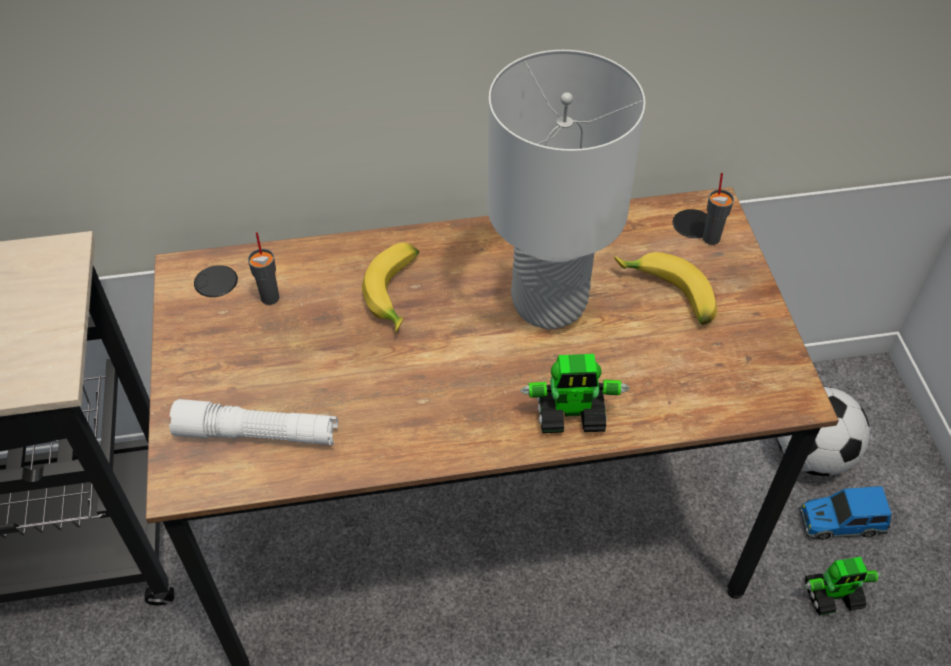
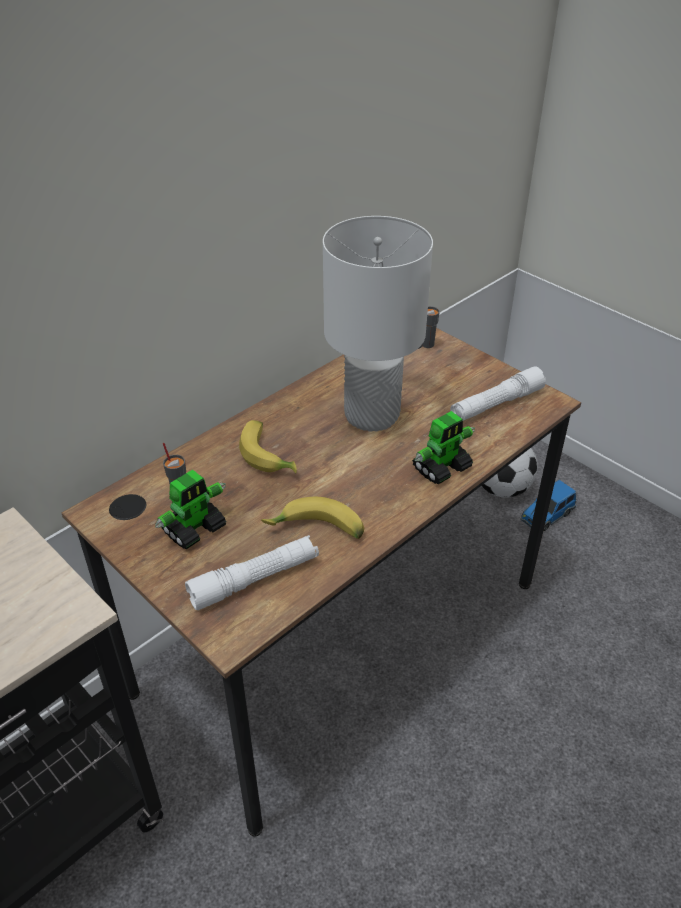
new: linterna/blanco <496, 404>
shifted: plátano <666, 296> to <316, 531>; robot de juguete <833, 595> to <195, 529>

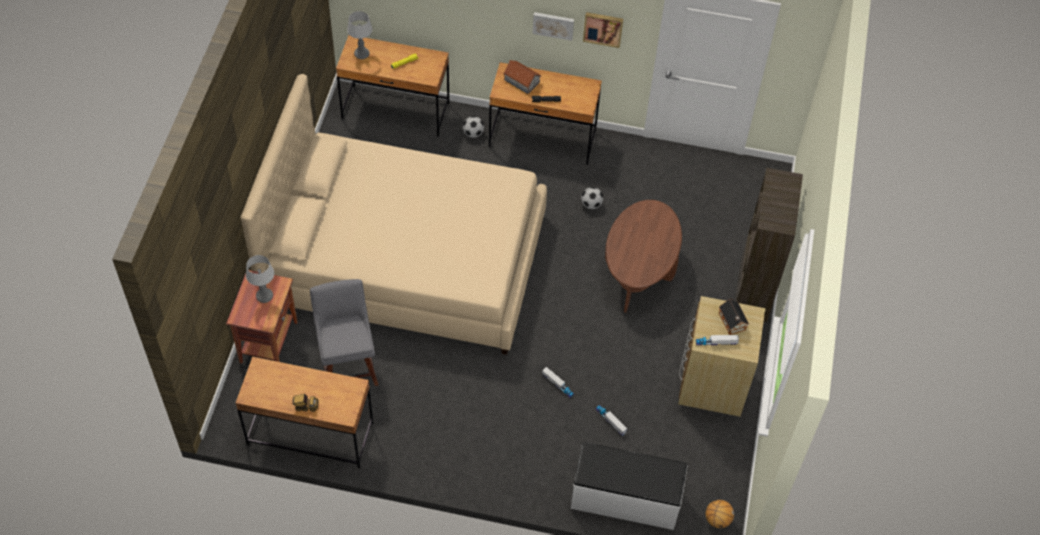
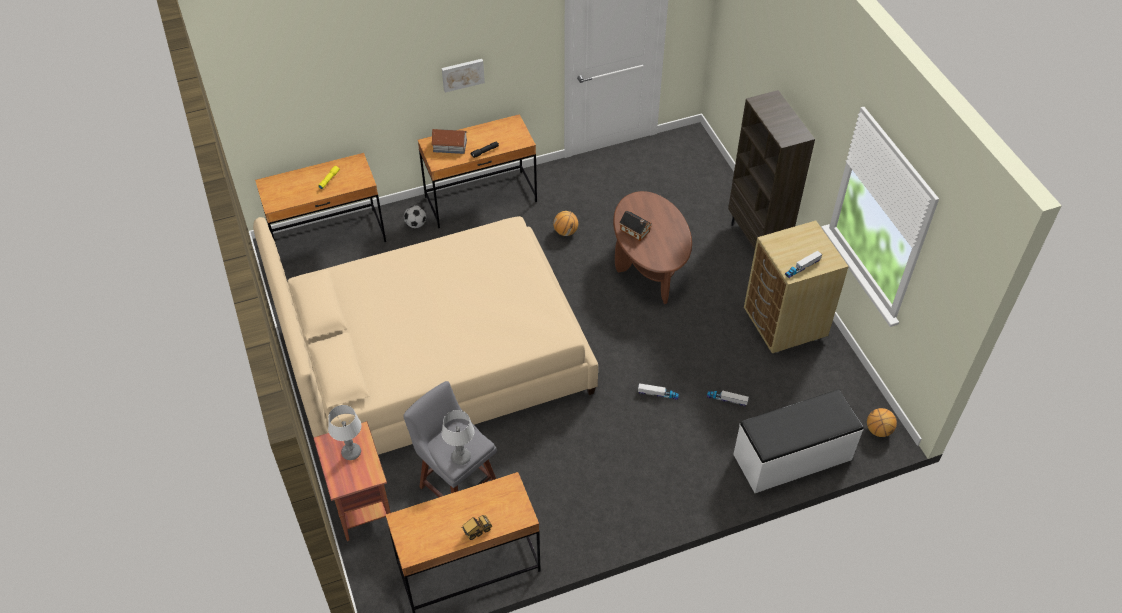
gone: cuadro <603, 28>
shifted: lámpara de mesa <361, 54> to <460, 457>; casita <732, 322> to <635, 231>
swapped: balón de fútbol <591, 204> to balón de baloncesto <566, 232>

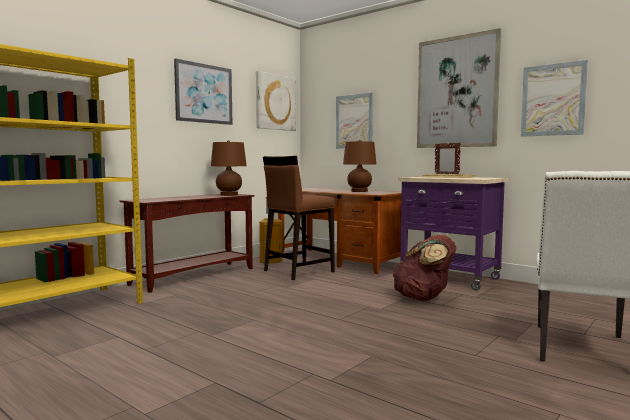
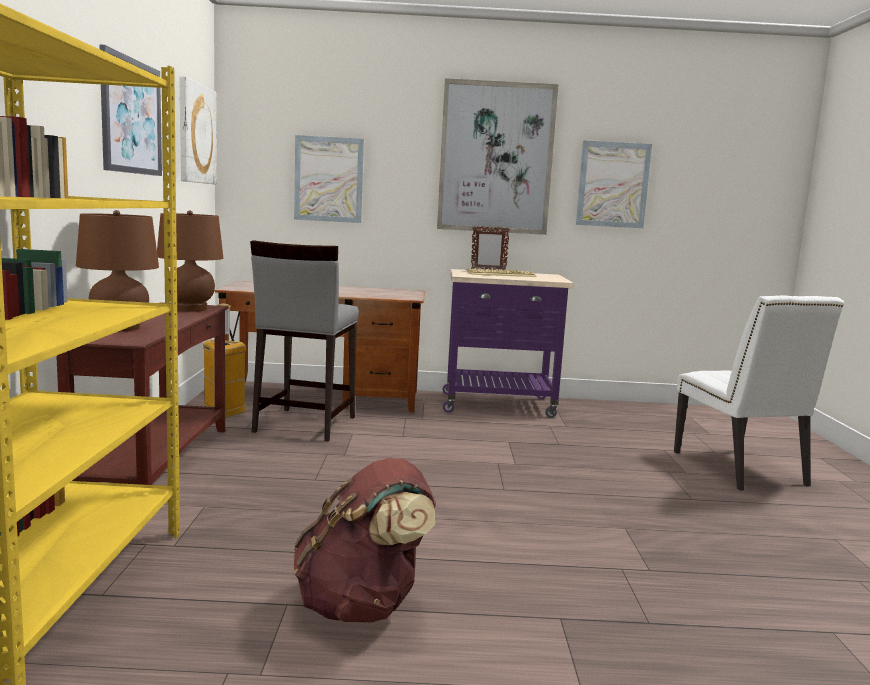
shifted: lámpara de mesa/marrón <359, 191> to <120, 328>; mochila/marrón <424, 298> to <363, 605>
repainted: taburete/marrón <298, 271> to taburete/gris <304, 424>

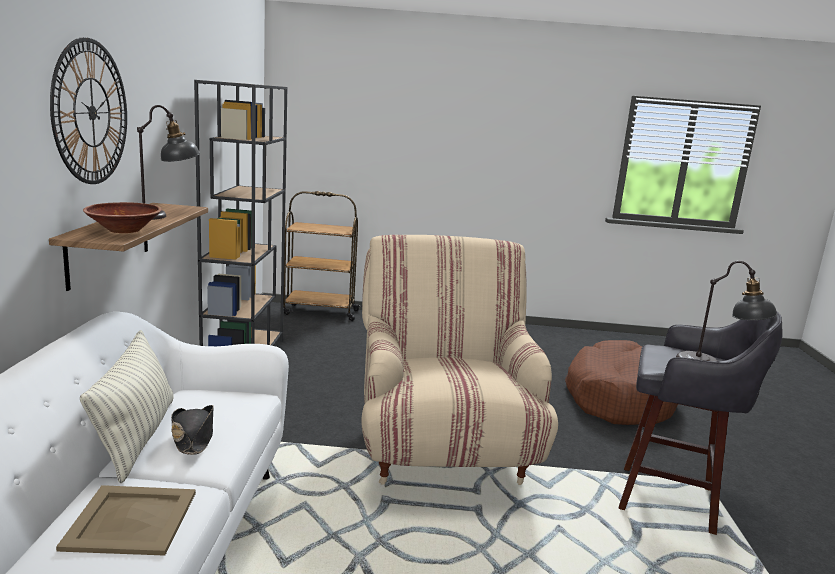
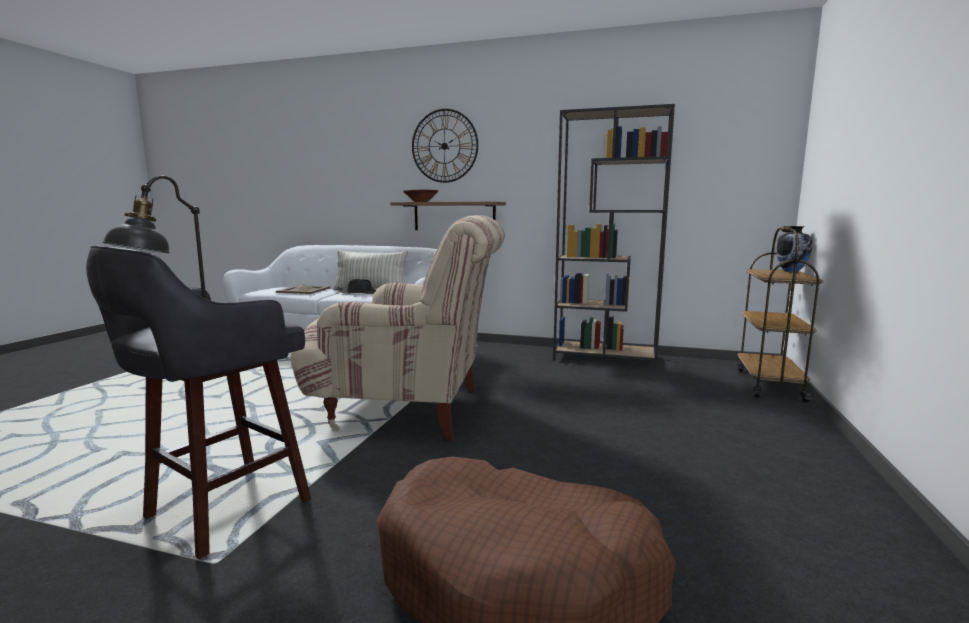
gone: lámpara de mesa/gris <161, 214>
new: florero <791, 271>

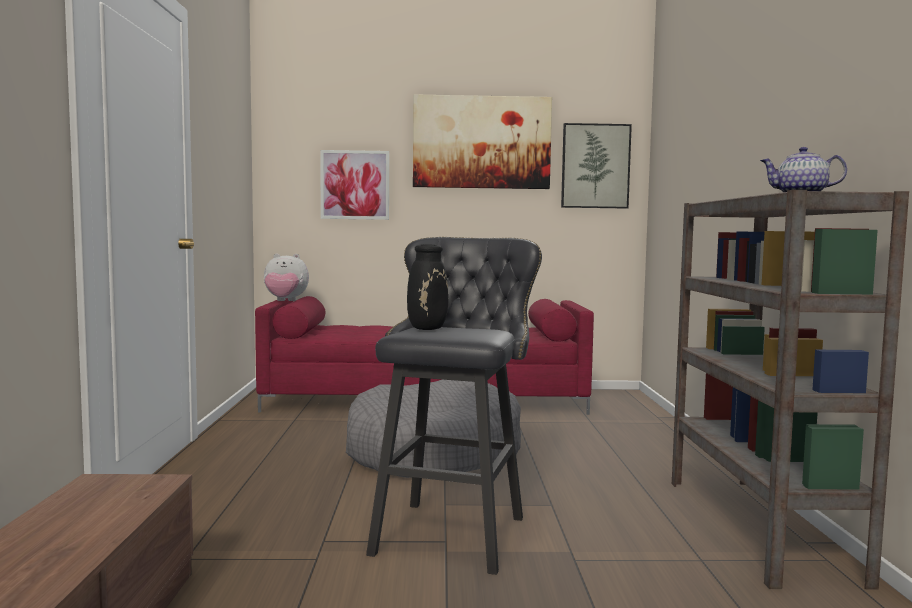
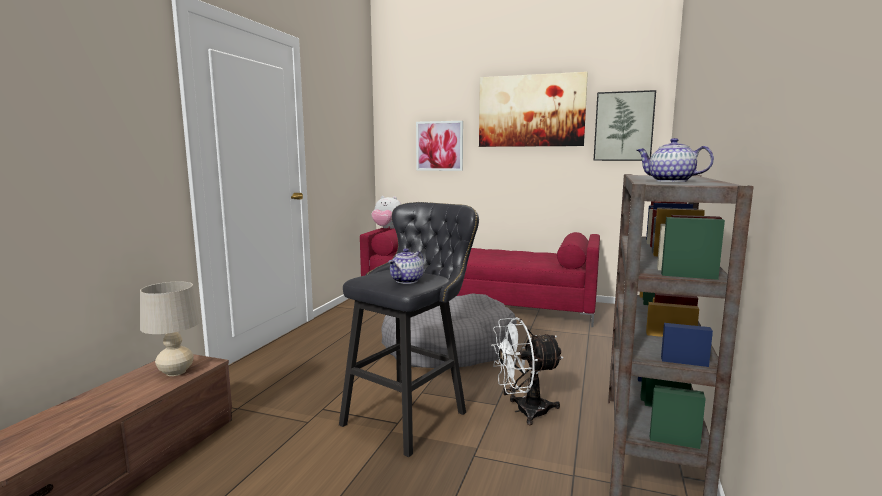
gone: florero/negro <428, 328>
new: lámpara de mesa/beis <176, 372>; tetera <407, 281>; ventilador/blanco <524, 411>

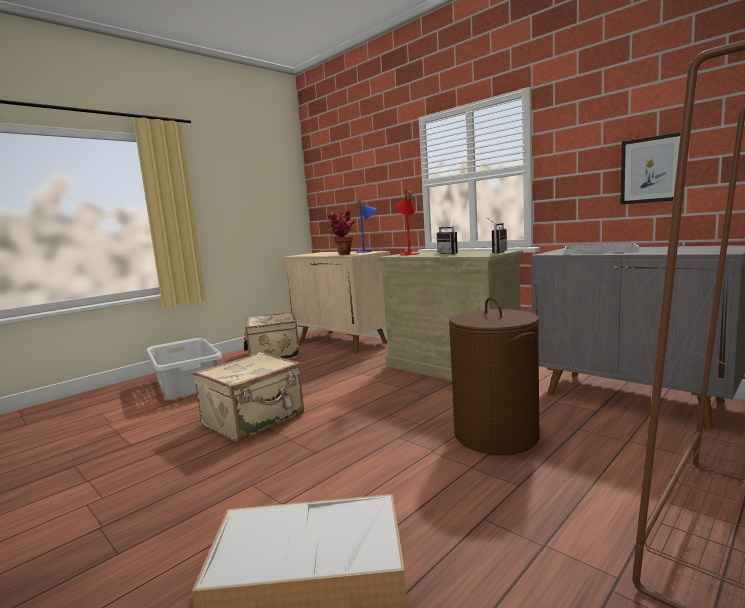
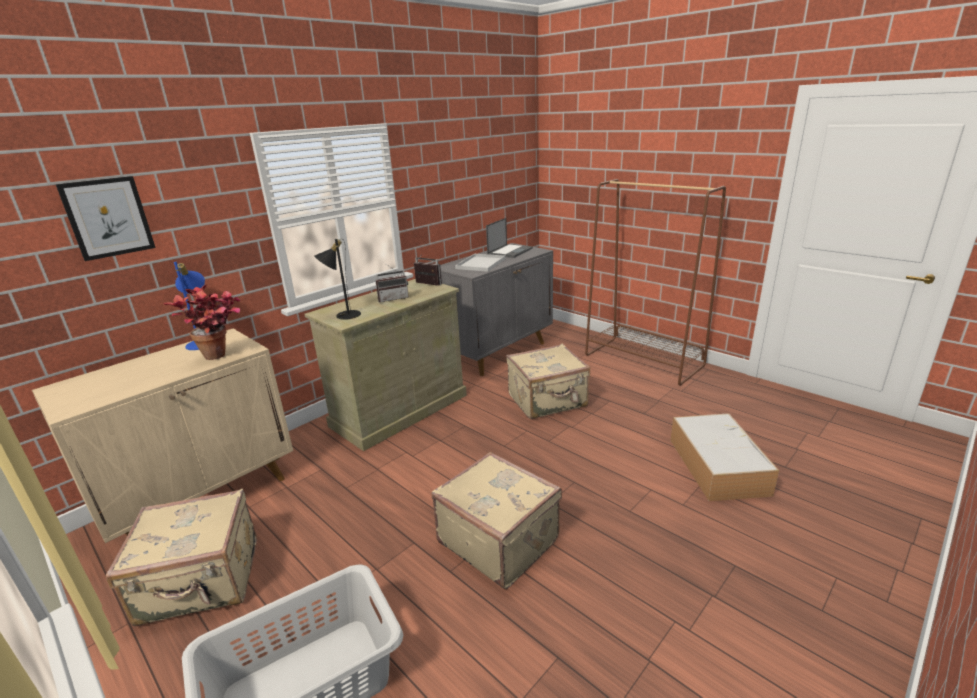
new: portátil <510, 251>
shifted: cuadro <652, 170> to <108, 218>
swapped: cesto de la ropa/marrón <496, 435> to maleta/beis <548, 401>
repainted: lámpara de mesa/rojo <409, 254> to lámpara de mesa/negro <343, 315>

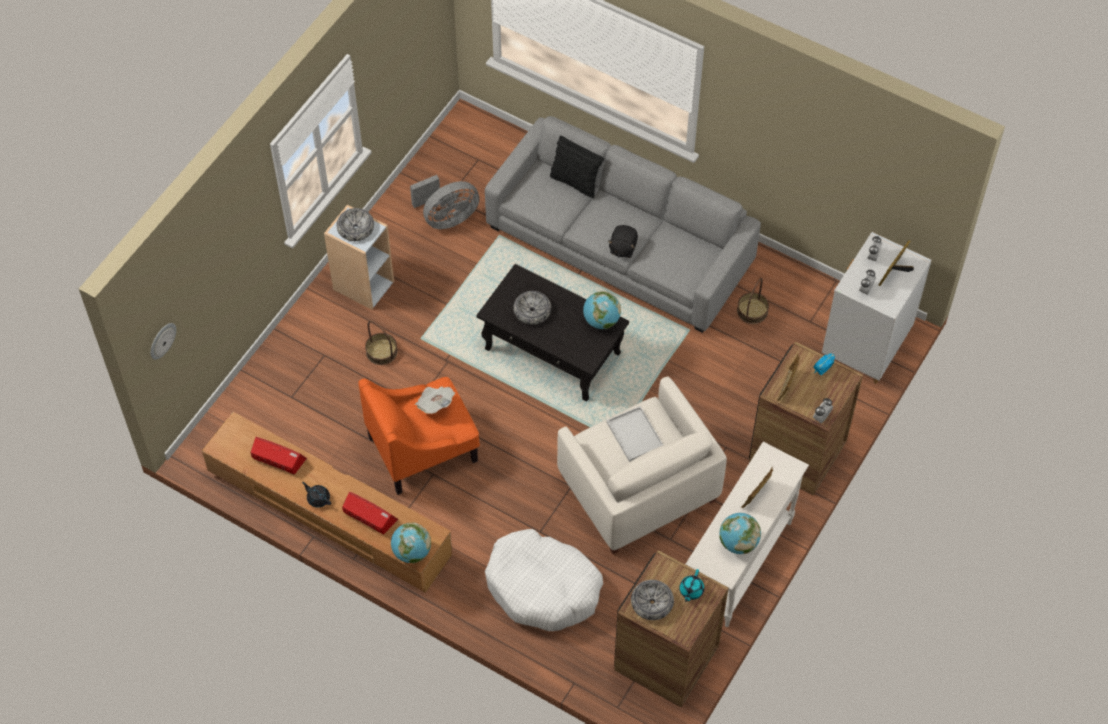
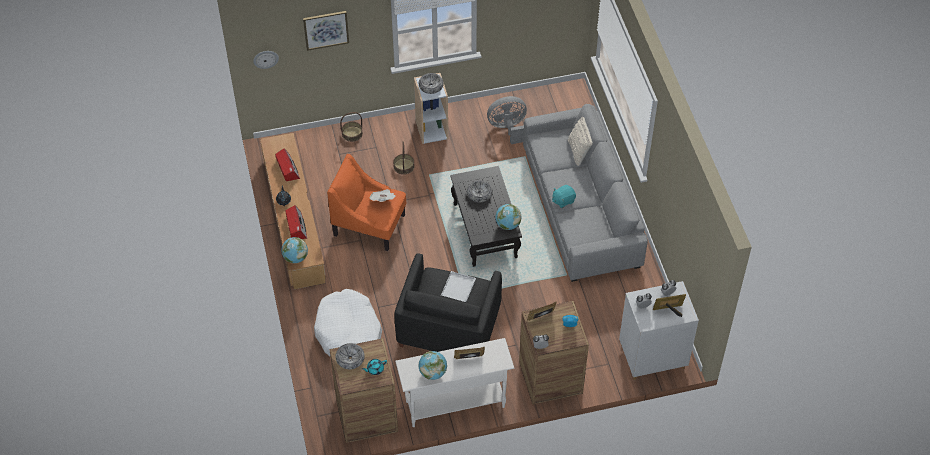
new: cuadro <326, 30>
shifted: cesta <752, 311> to <352, 133>
repainted: cojín/negro <576, 182> to cojín/beis <579, 152>; sillón/blanco <638, 487> to sillón/negro <449, 327>; peluche/negro <622, 248> to peluche/turquesa <563, 200>
rotated: ventilador/gris <447, 218> = <509, 129> 150 degrees clockwise

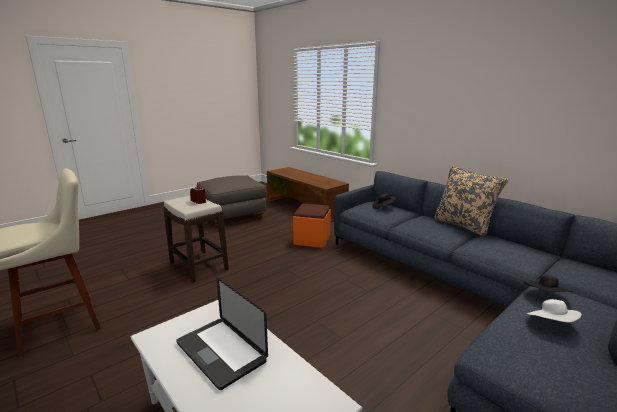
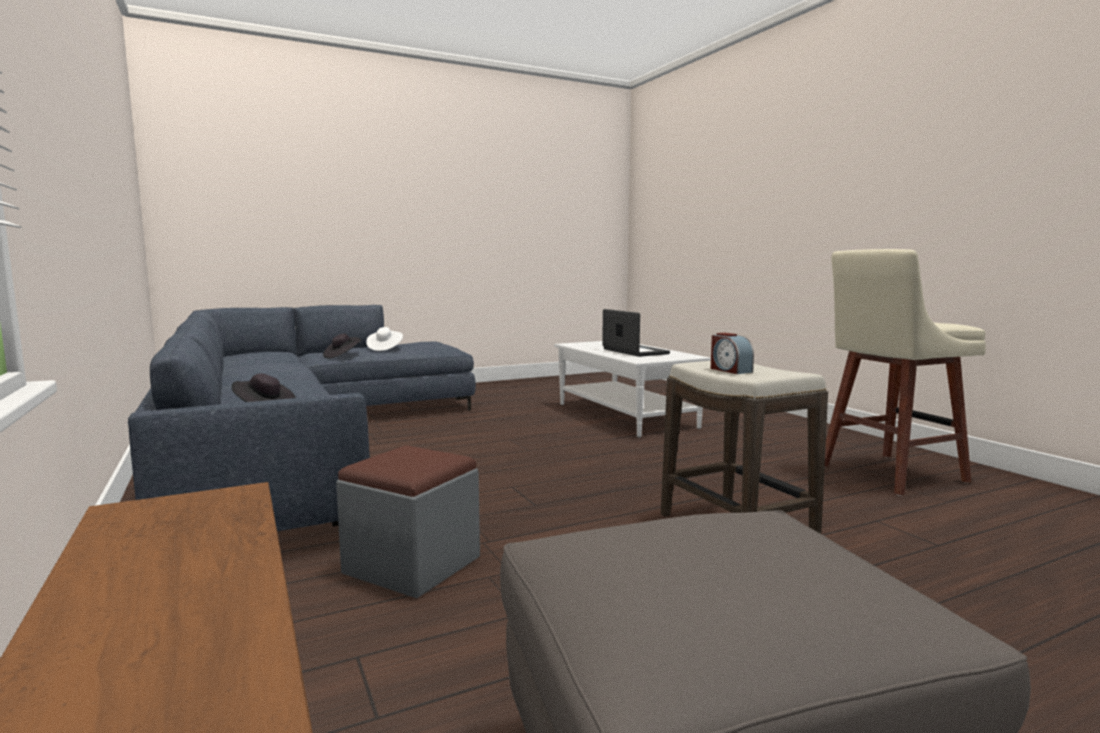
gone: cojín/gris <463, 227>
repainted: puf/naranja <312, 240> to puf/gris <412, 565>

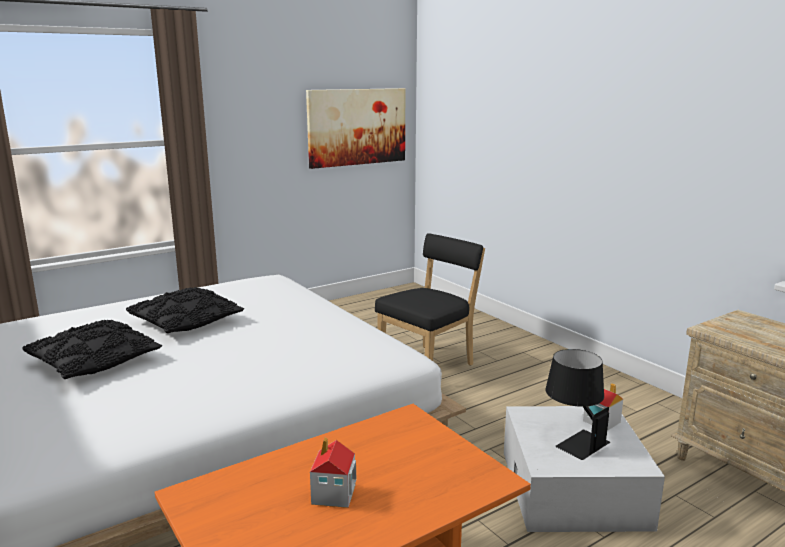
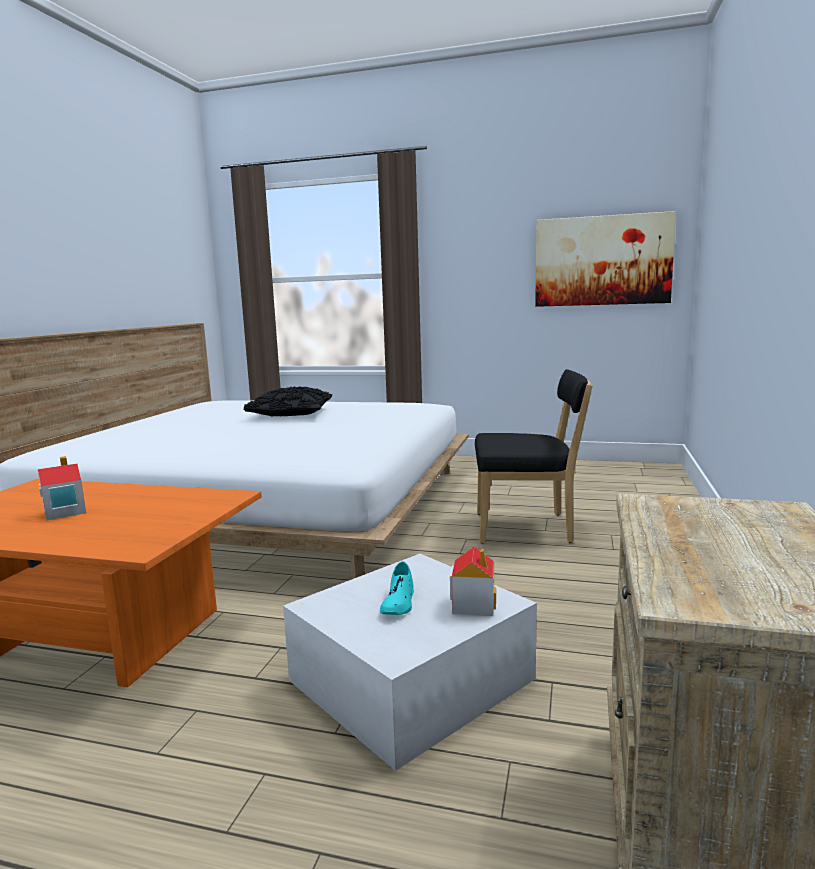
gone: cojín/negro <94, 362>
swapped: lámpara de mesa/negro <573, 439> to zapato/turquesa <399, 602>

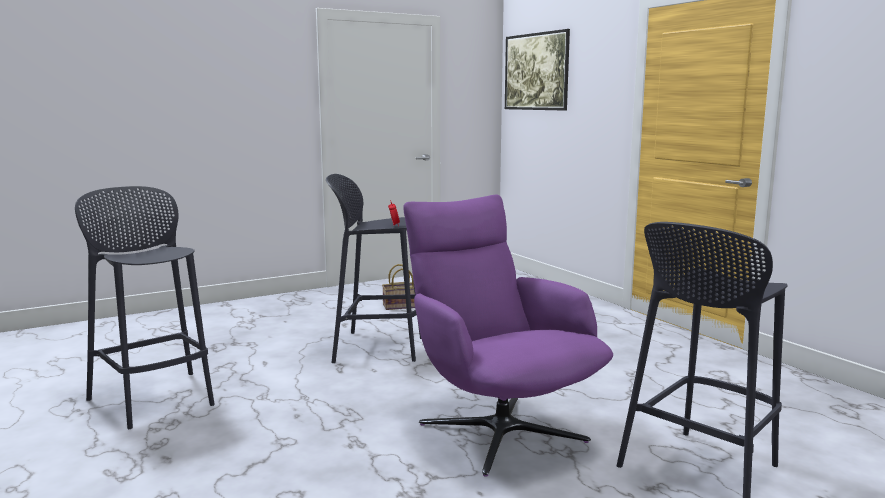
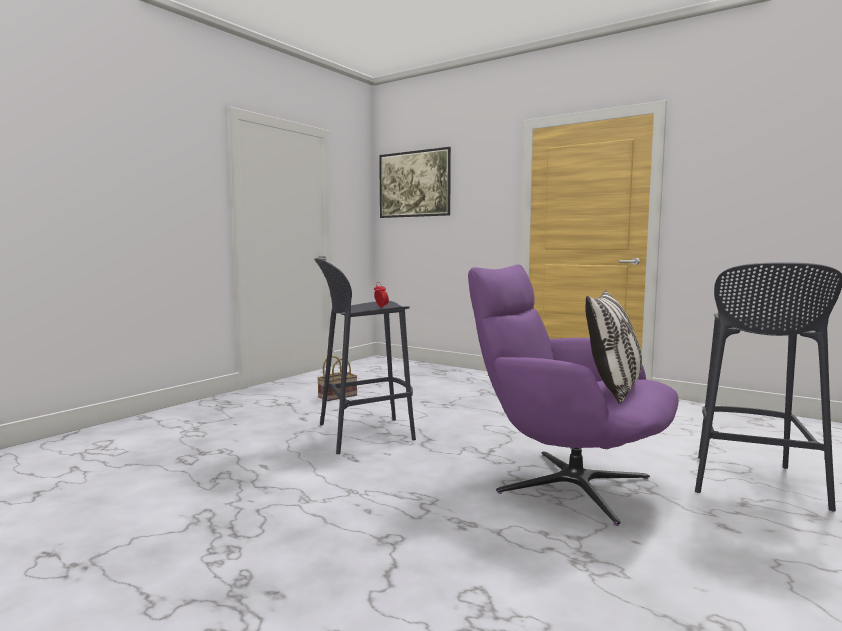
gone: taburete/gris <155, 399>
new: cojín <614, 389>

